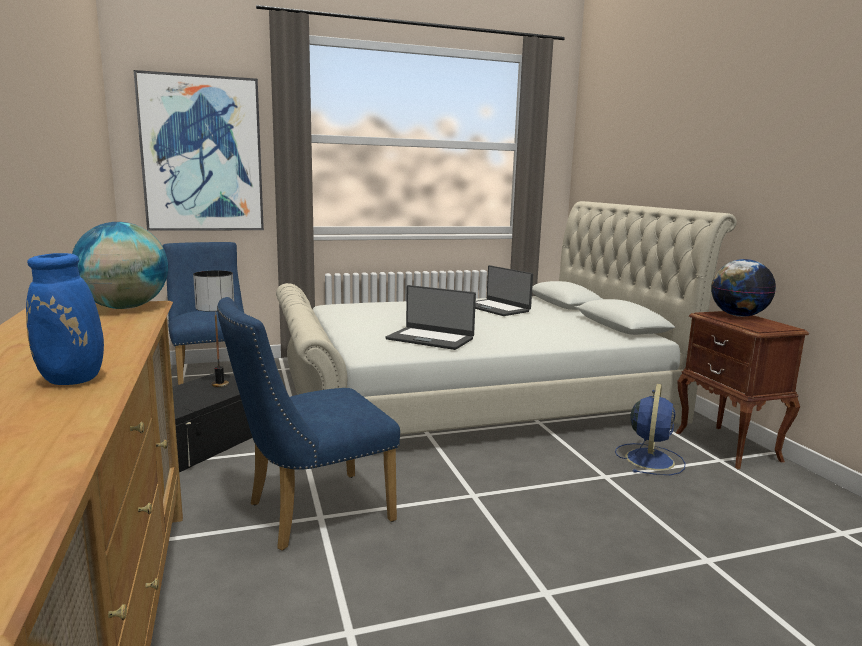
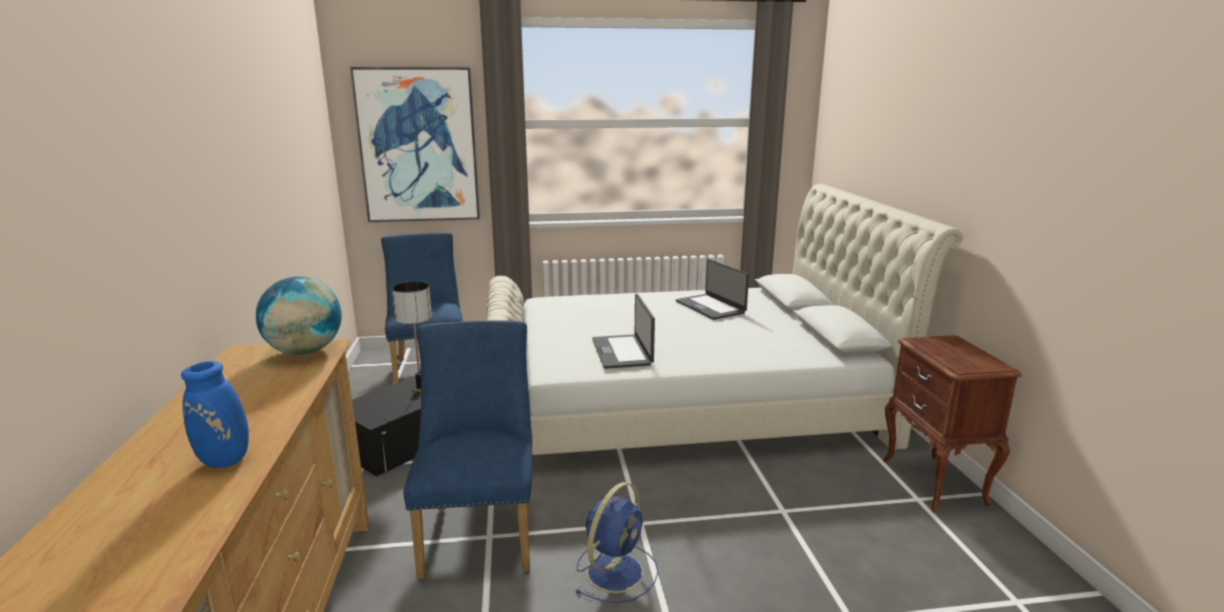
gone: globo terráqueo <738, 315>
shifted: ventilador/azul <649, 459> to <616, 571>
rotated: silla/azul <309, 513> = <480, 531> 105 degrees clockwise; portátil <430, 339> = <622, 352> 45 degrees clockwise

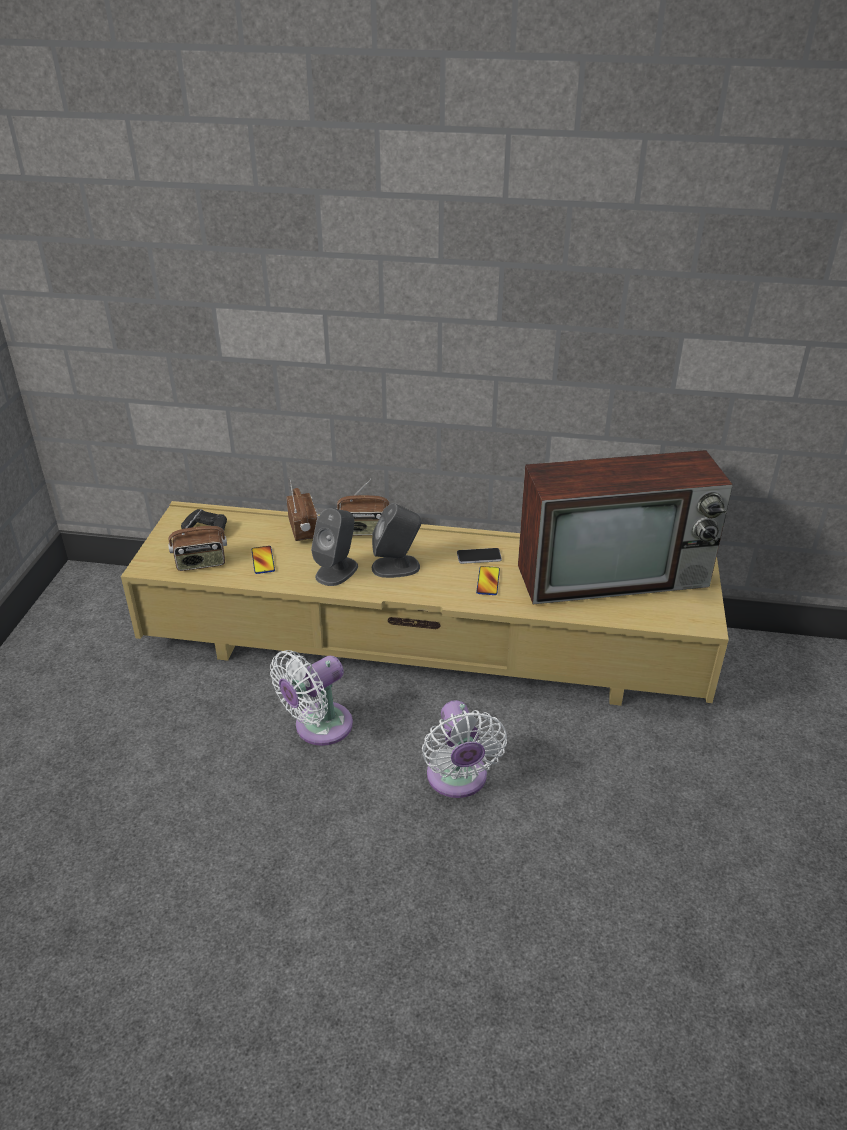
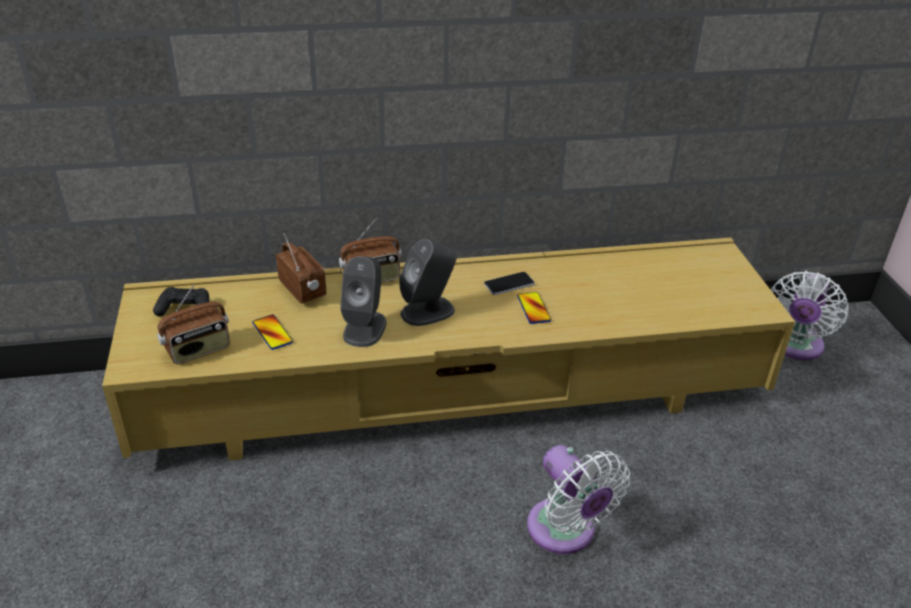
gone: televisor <615, 575>
shifted: ventilador/blanco <318, 727> to <794, 346>

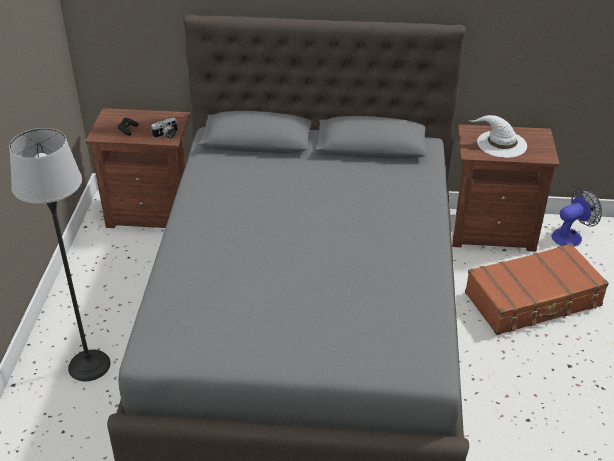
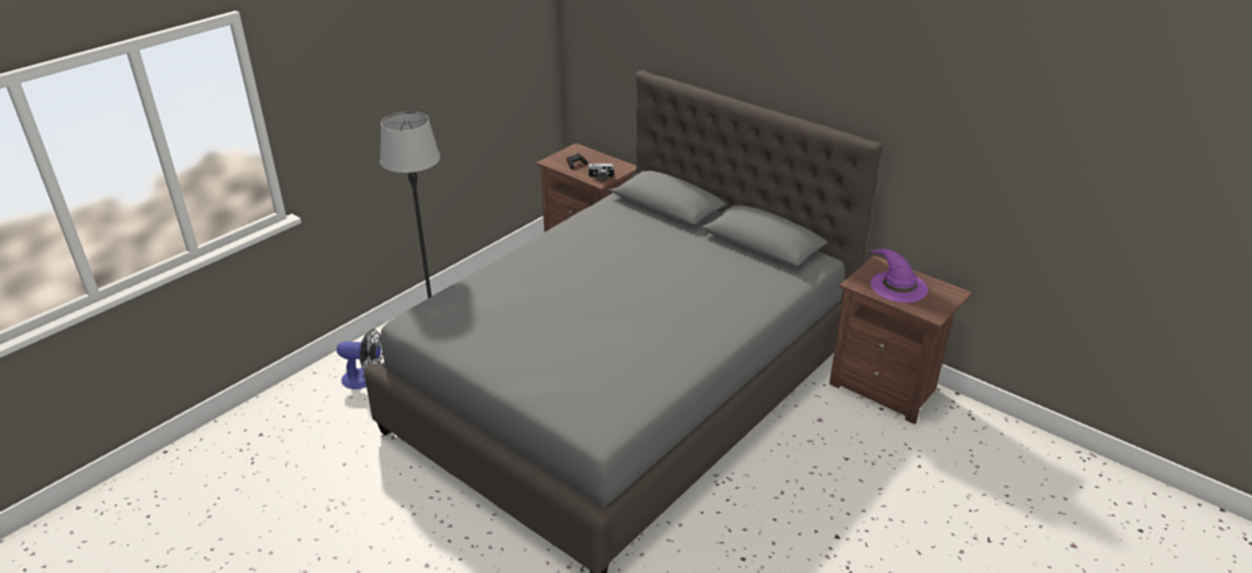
gone: maleta/marrón <533, 300>
shifted: ventilador <571, 236> to <365, 379>
repainted: sombrero/blanco <501, 144> to sombrero/morado <898, 286>

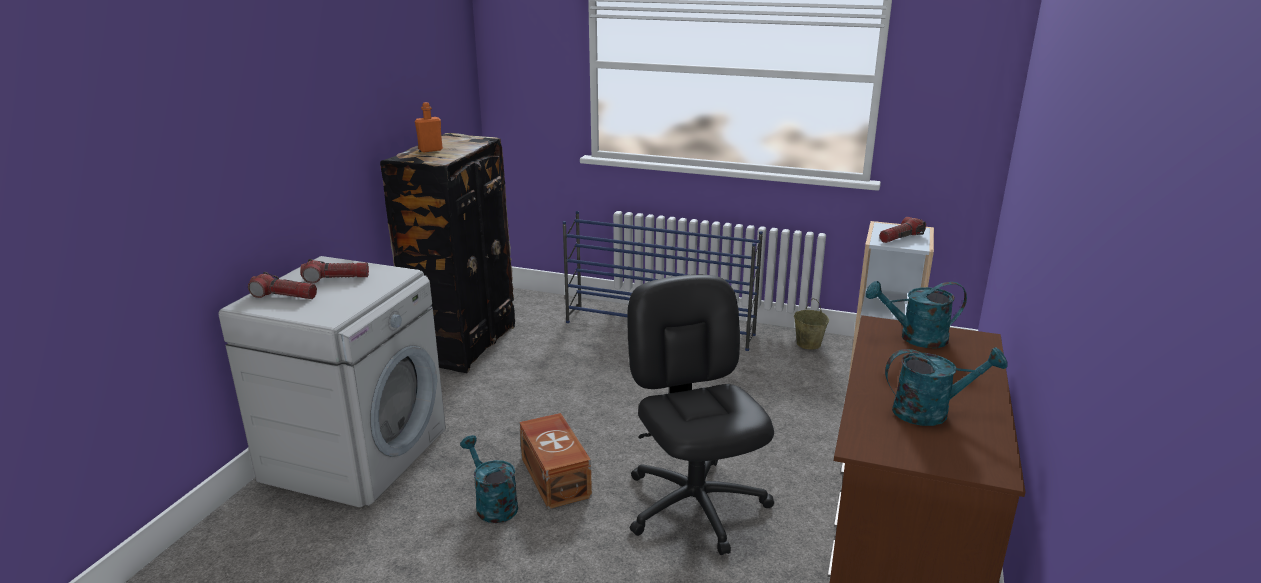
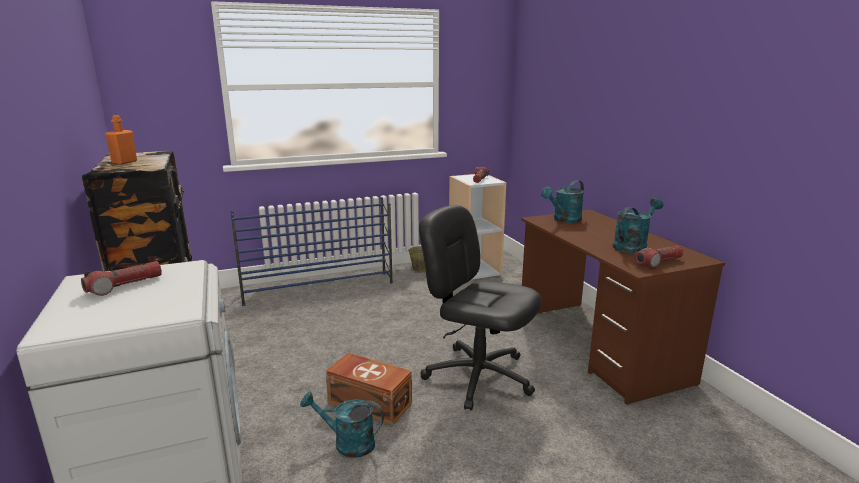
shifted: linterna <284, 296> to <658, 262>

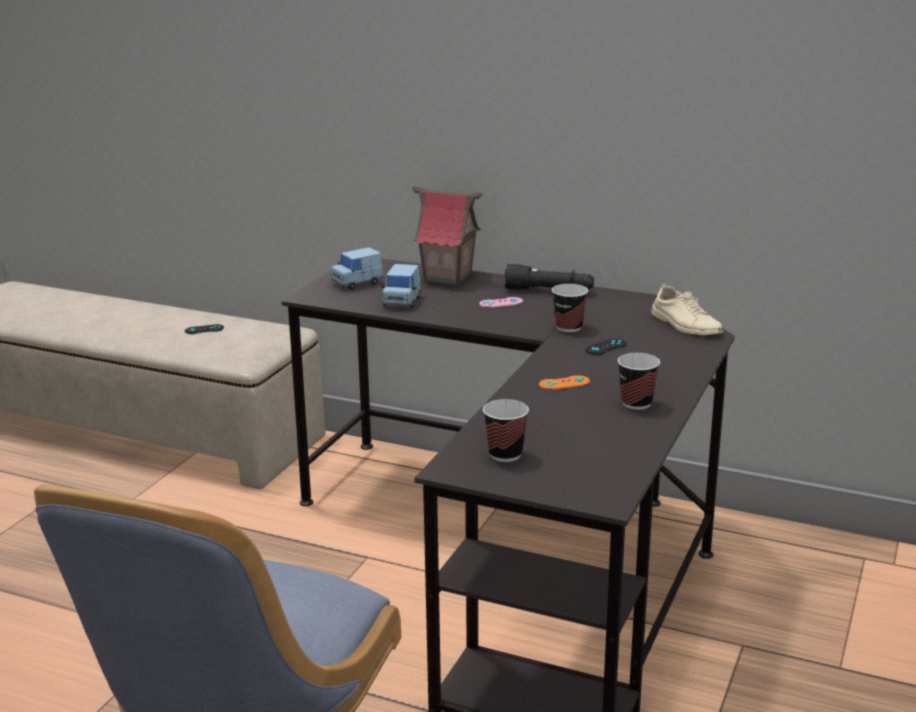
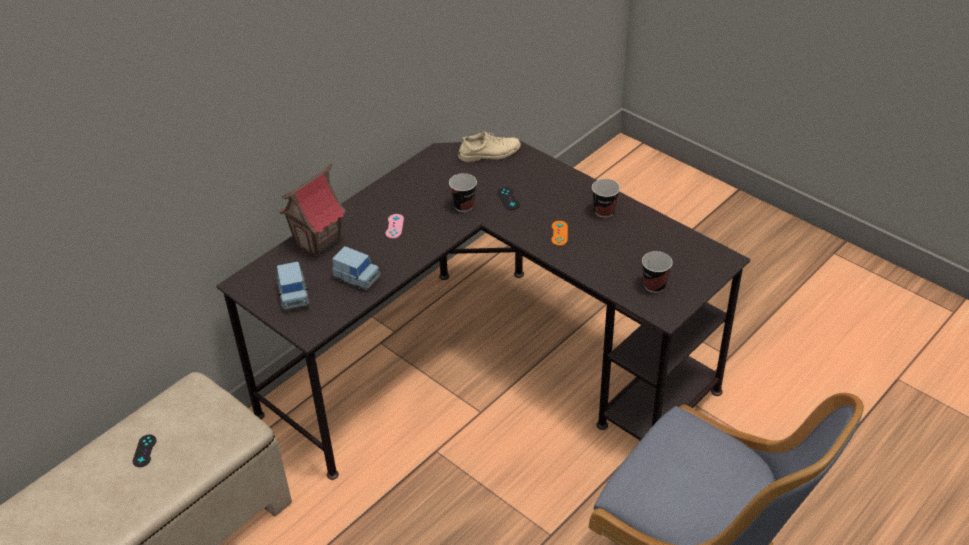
gone: linterna/negro <549, 291>

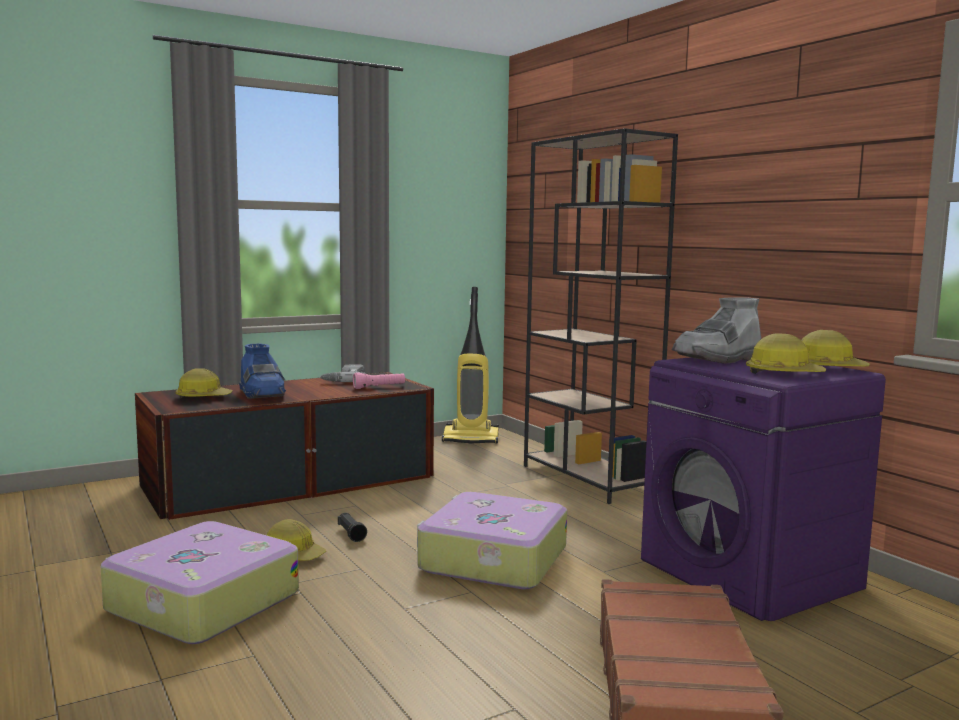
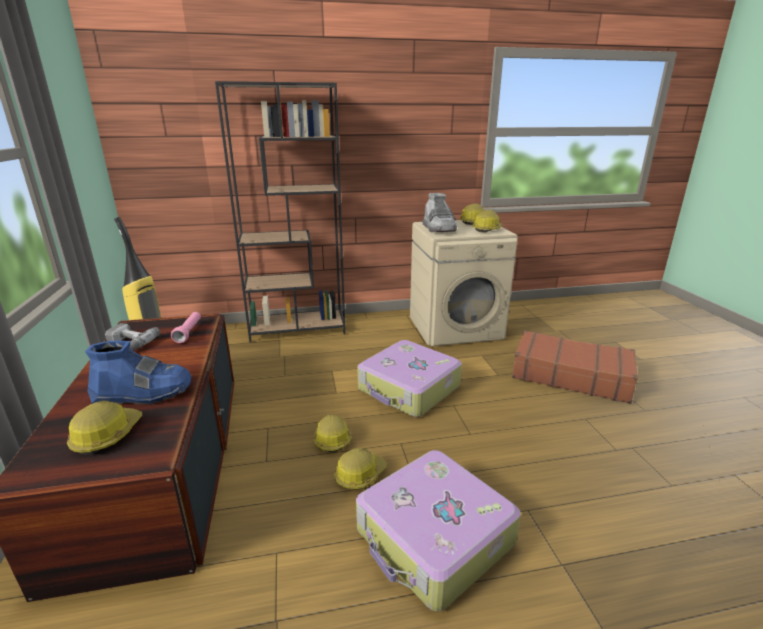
swapped: linterna/negro <351, 534> to casco <332, 439>
repainted: lavadora/morado <746, 574> to lavadora/beis <457, 328>

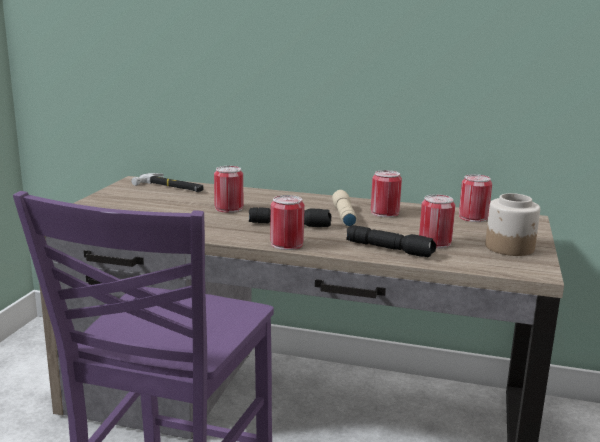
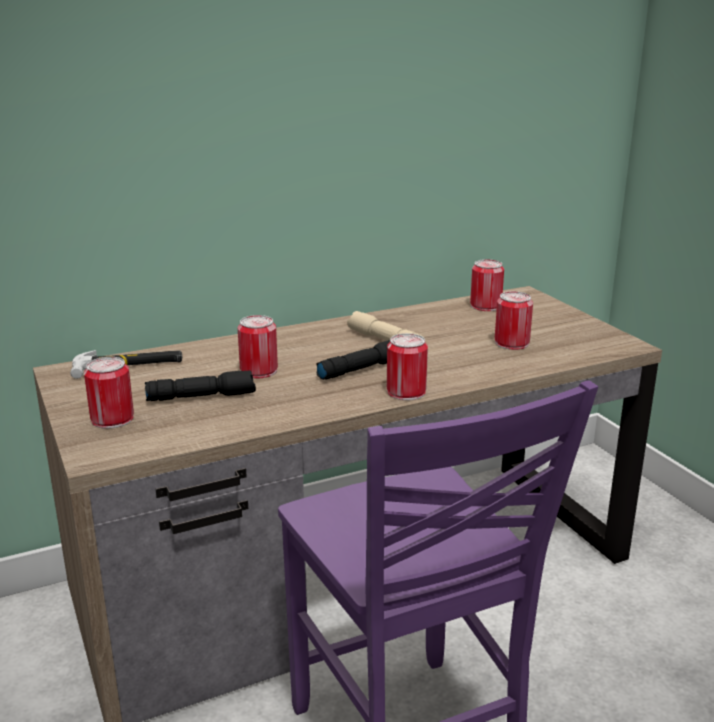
gone: tarro <510, 247>
shifted: linterna/negro <390, 249> to <202, 396>; lata <384, 213> to <112, 419>

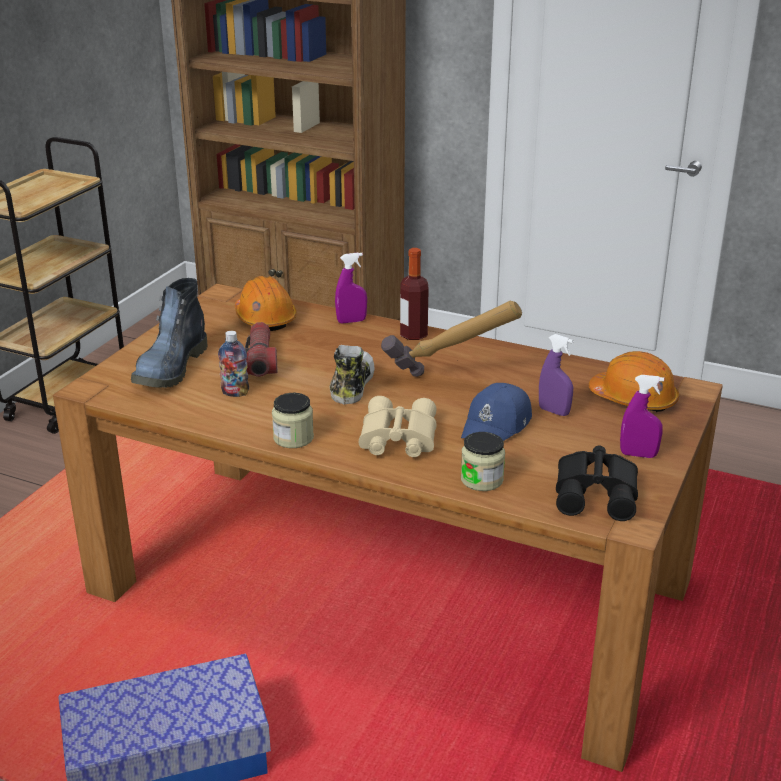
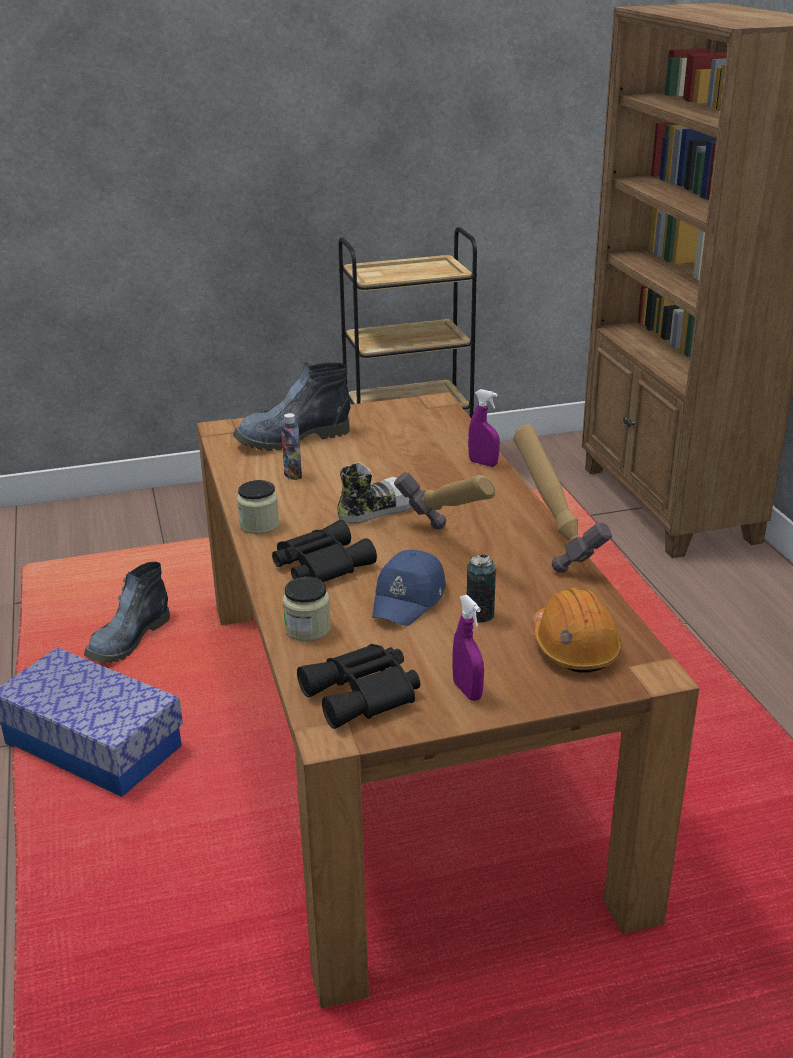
gone: casco/naranja <265, 318>; linterna <260, 360>; botella <413, 335>
new: bota <128, 641>; martillo <556, 548>
swapped: pulverizador/morado <554, 411> to lata <480, 615>
repainted: prismáticos/beis <396, 438> to prismáticos/negro <320, 564>
rotated: gorra/azul <497, 426> = <409, 599> 60 degrees counterclockwise

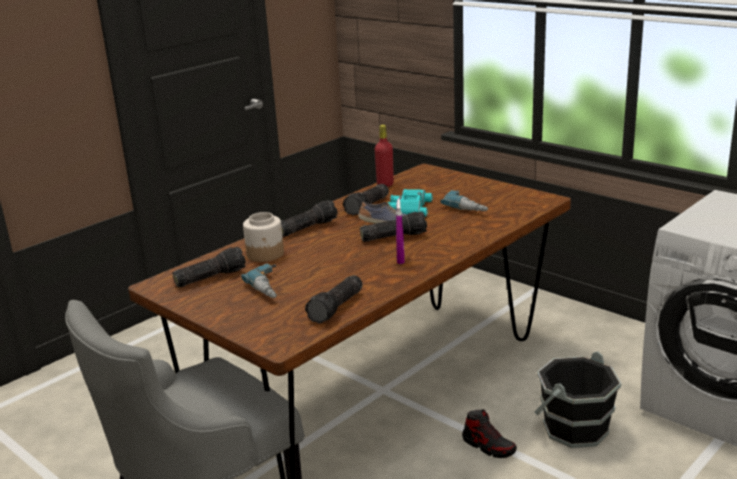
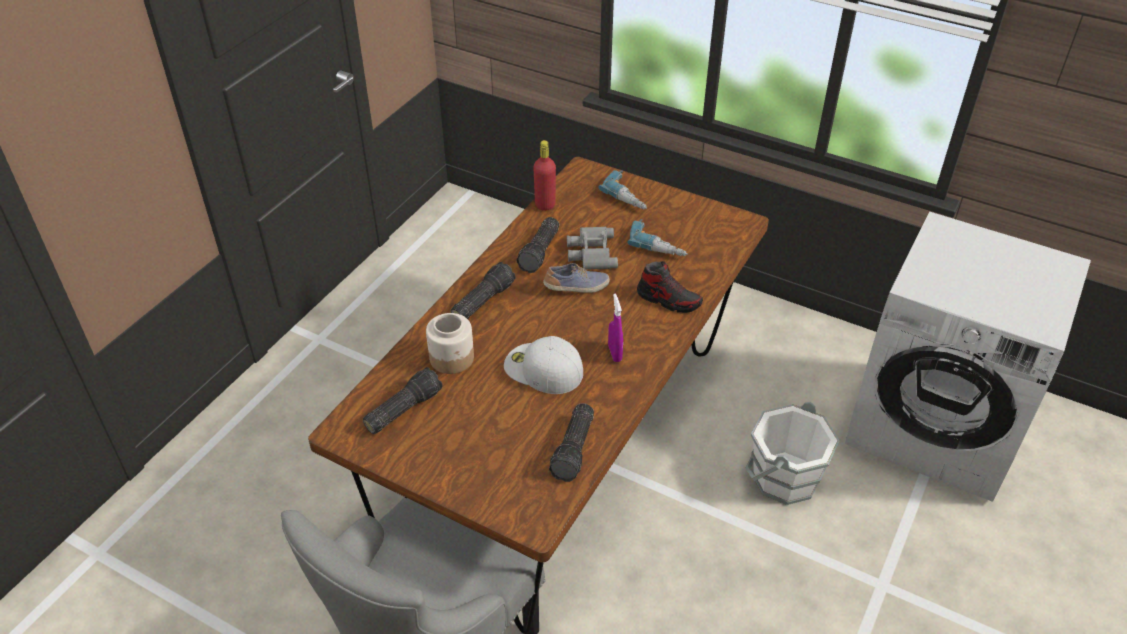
gone: linterna <394, 236>
new: gorra/blanco <542, 369>
shifted: taladro <271, 287> to <629, 195>; zapato <489, 446> to <668, 300>
repainted: prismáticos/turquesa <409, 208> to prismáticos/gris <591, 252>; cubo/negro <574, 428> to cubo/blanco <783, 477>

